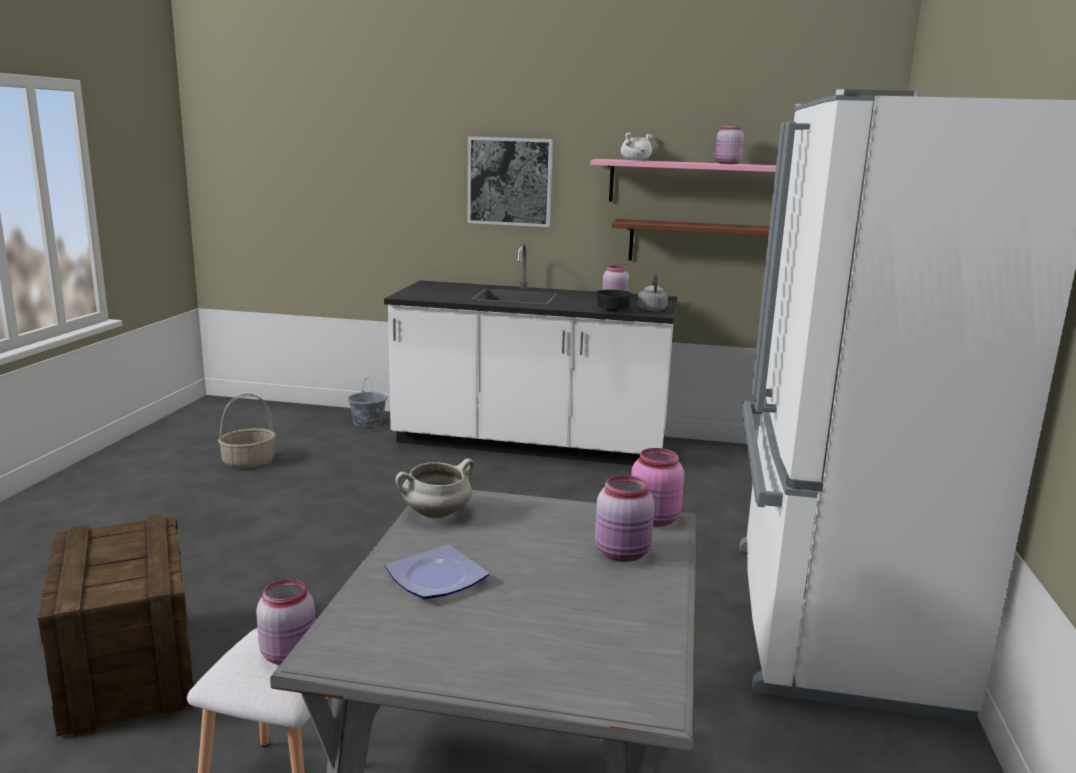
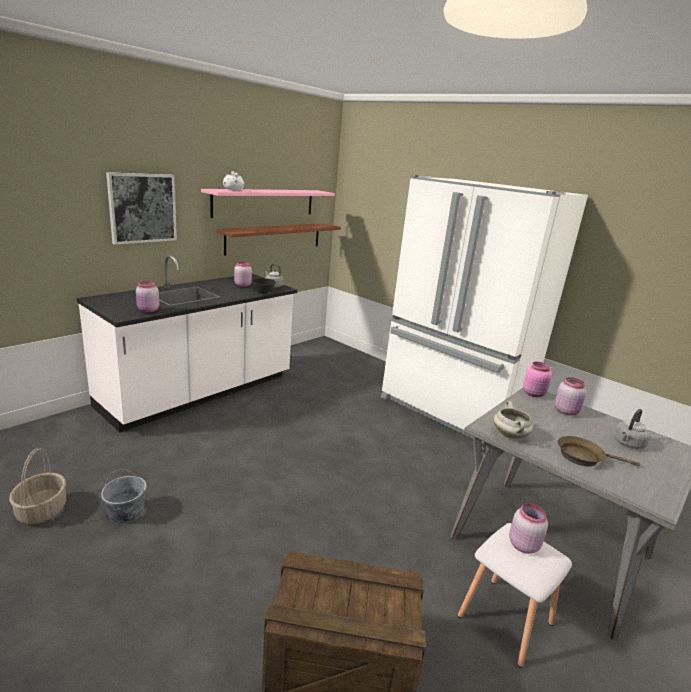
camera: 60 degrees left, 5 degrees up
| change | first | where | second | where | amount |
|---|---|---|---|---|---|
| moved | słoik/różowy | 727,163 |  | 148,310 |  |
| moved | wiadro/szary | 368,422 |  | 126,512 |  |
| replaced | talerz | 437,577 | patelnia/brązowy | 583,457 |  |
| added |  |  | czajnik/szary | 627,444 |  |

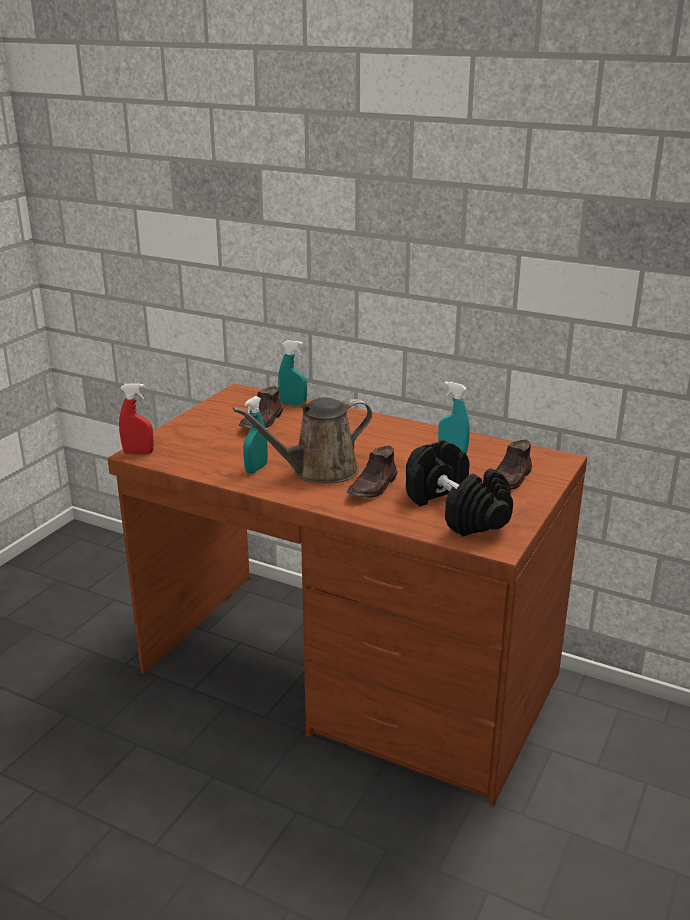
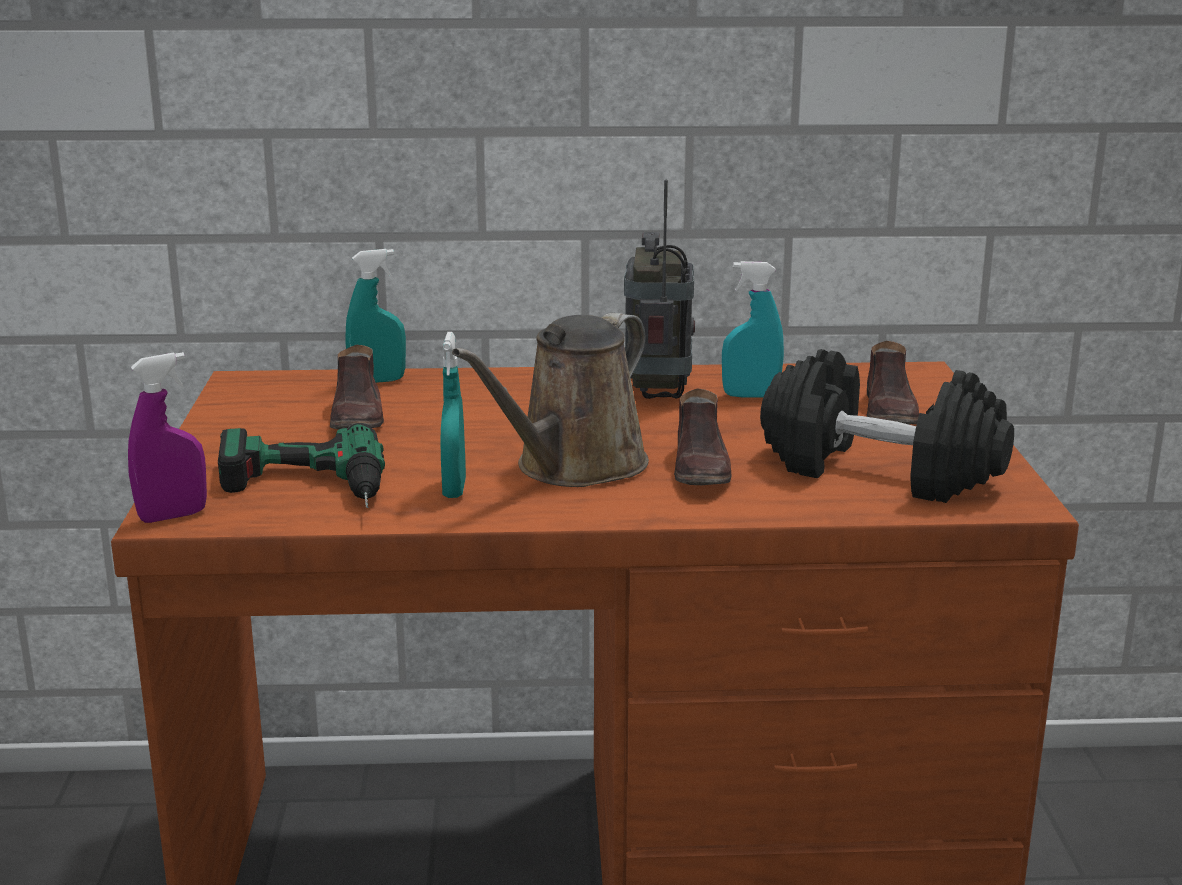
camera: 30 degrees left, 5 degrees down
| change | first | where | second | where | amount |
|---|---|---|---|---|---|
| recoloured | spryskiwacz/czerwony | 138,453 | spryskiwacz/fioletowy | 173,516 |  |
| added |  |  | radio | 658,392 |  |
| added |  |  | wiertarka | 304,491 |  |

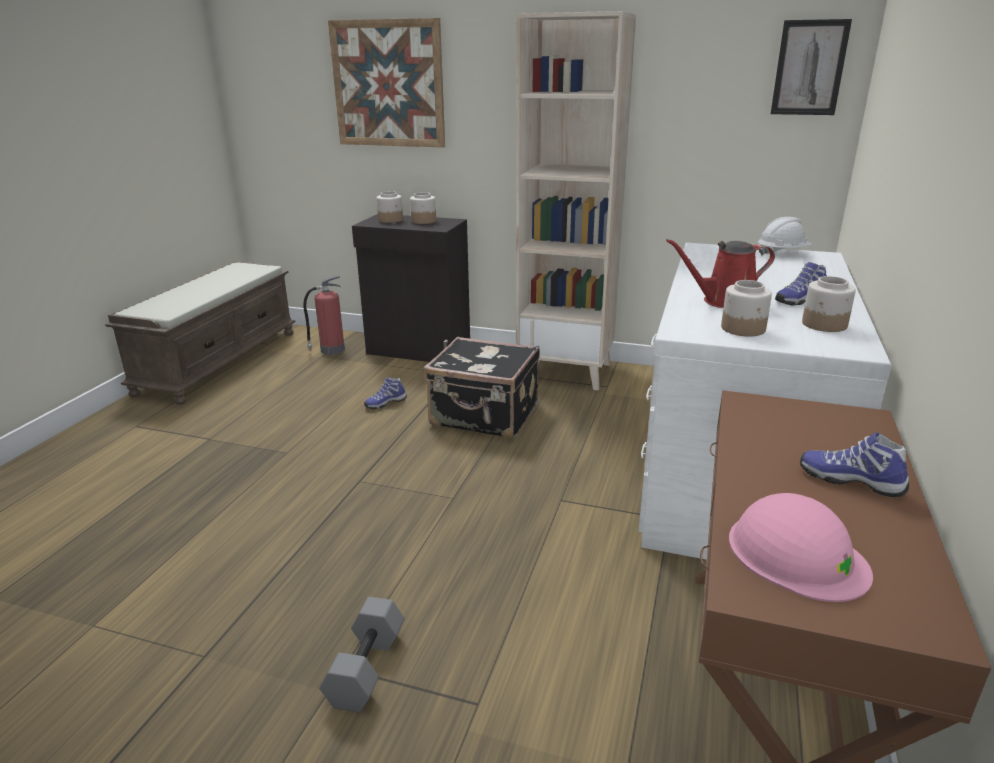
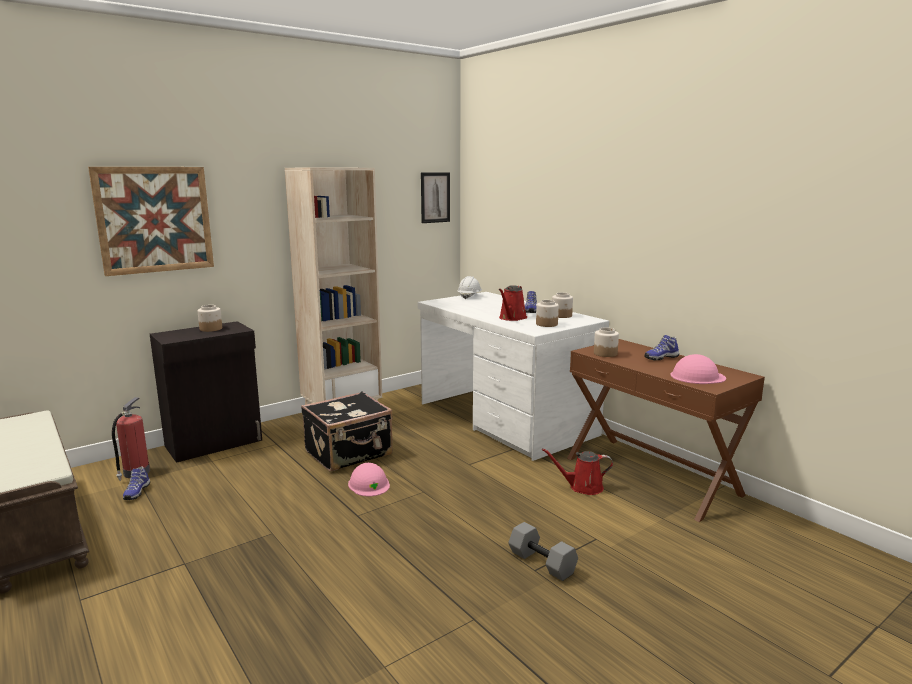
camera: 55 degrees left, 10 degrees down
| change | first | where | second | where | amount |
|---|---|---|---|---|---|
| moved | słoik | 391,220 |  | 605,353 |  |
| moved | but | 385,403 |  | 136,492 |  |
| added |  |  | konewka/czerwony | 582,487 |  |
| added |  |  | kask/różowy | 369,484 |  |

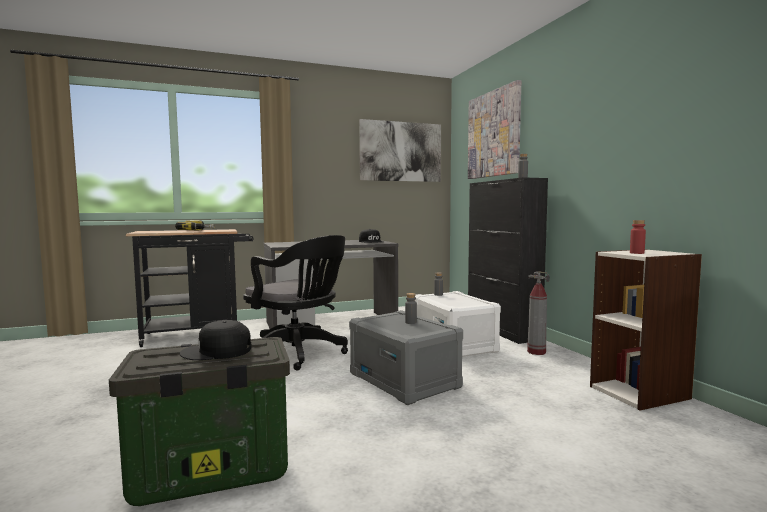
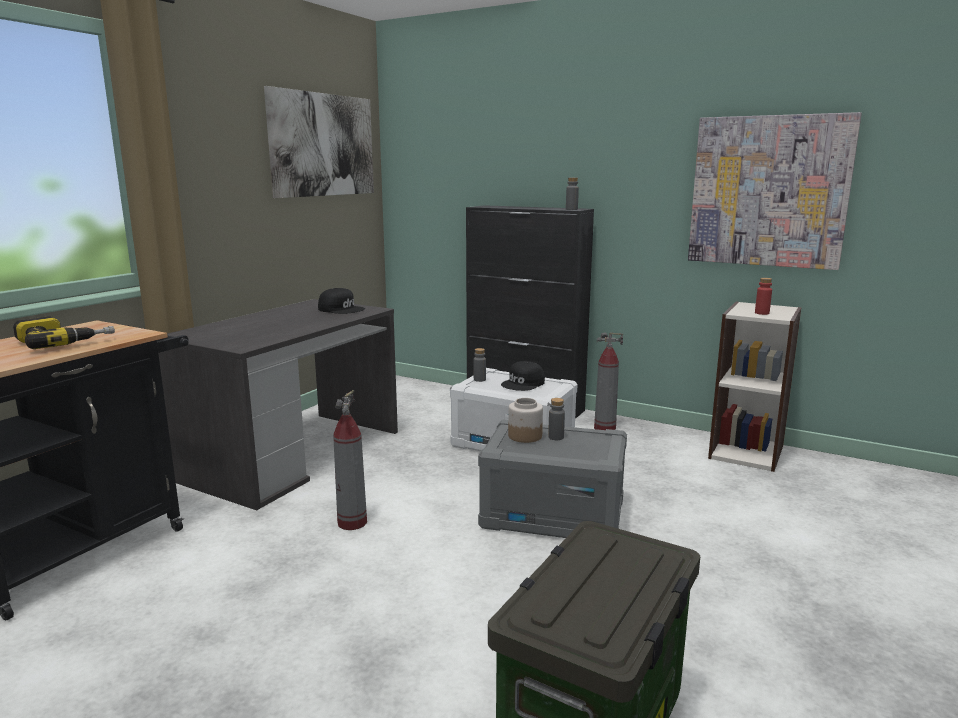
camera: 40 degrees left, 10 degrees up
| change | first | where | second | where | amount |
|---|---|---|---|---|---|
| moved | obraz | 494,134 |  | 768,192 |  |
| replaced | krzesło biurowe/czarny | 299,354 | gaśnica | 352,523 |  |
| moved | czapka z daszkiem/czarny | 217,351 |  | 523,383 |  |
| added |  |  | słoik | 524,436 |  |

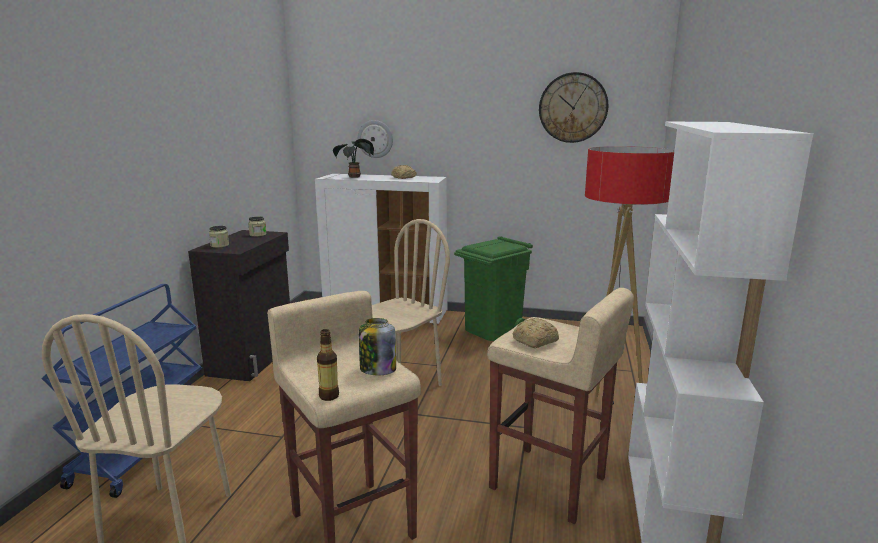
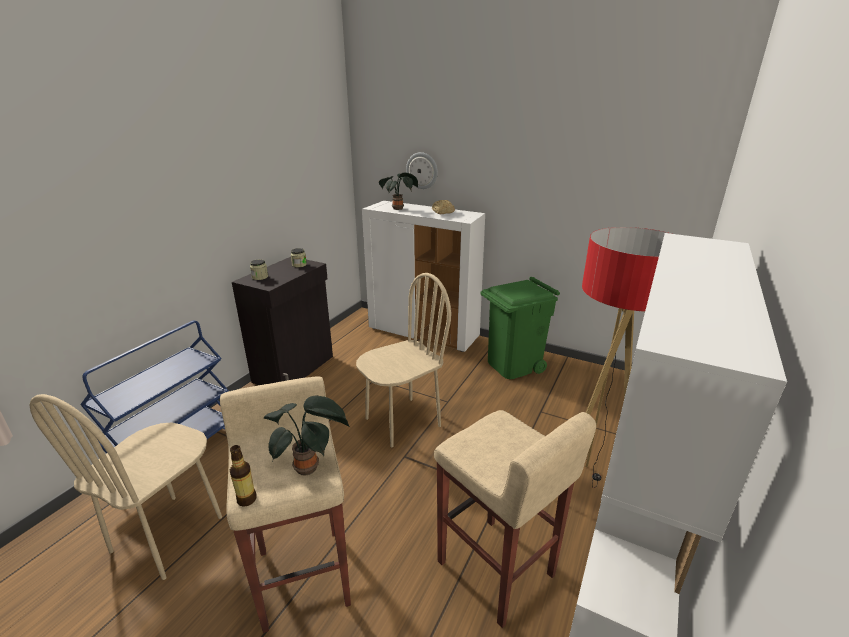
camera: 15 degrees right, 10 degrees up
| change | first | where | second | where | amount |
|---|---|---|---|---|---|
| removed | zegar ścienny | 573,108 |  |  |  |
| replaced | słoik | 377,369 | roślina doniczkowa | 309,467 |  |
| removed | chleb | 534,341 |  |  |  |

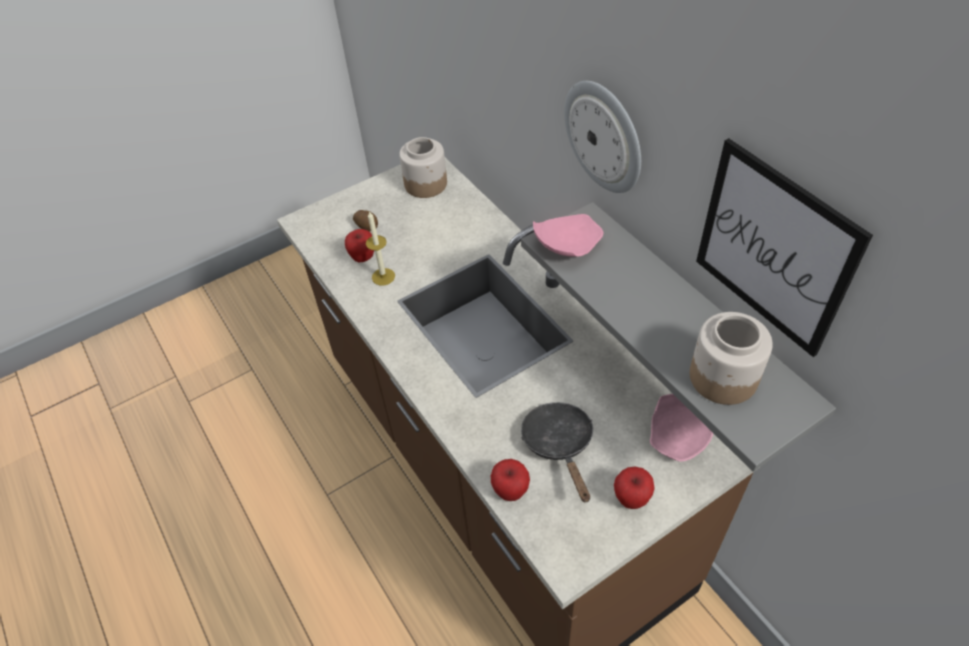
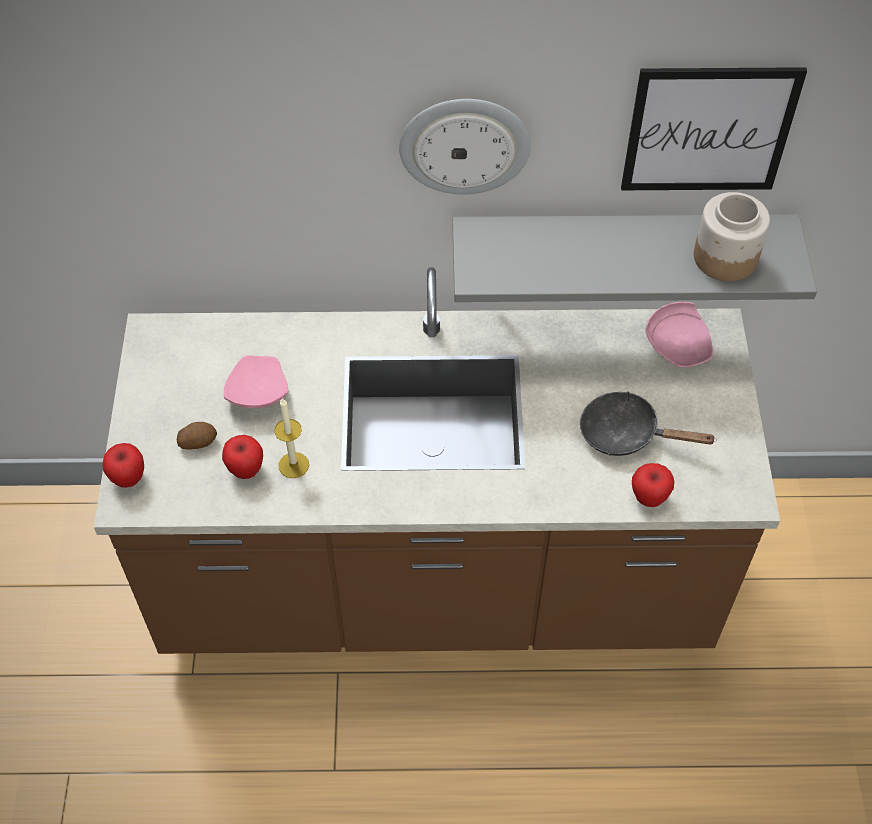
camera: 60 degrees left, 5 degrees up
| change | first | where | second | where | amount |
|---|---|---|---|---|---|
| removed | słoik | 426,183 |  |  |  |
| moved | talerz/różowy | 566,245 |  | 256,393 |  |
| moved | jabłko | 631,499 |  | 128,478 |  |

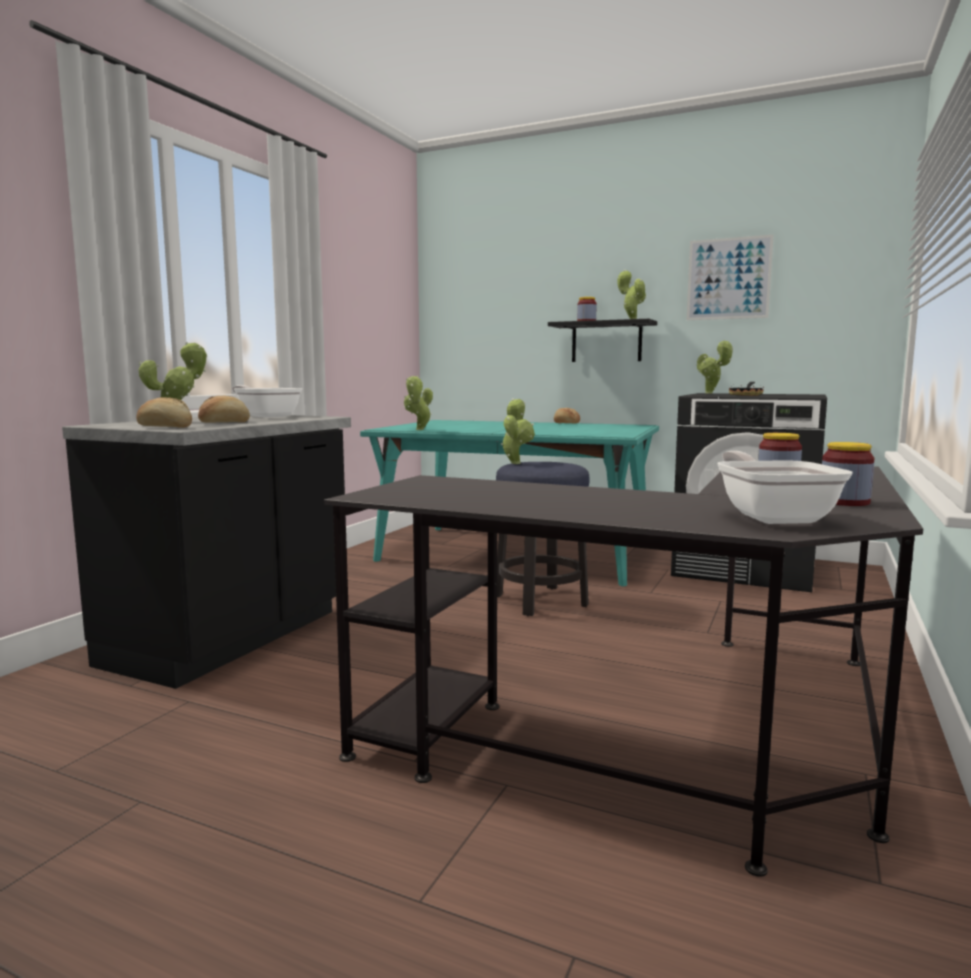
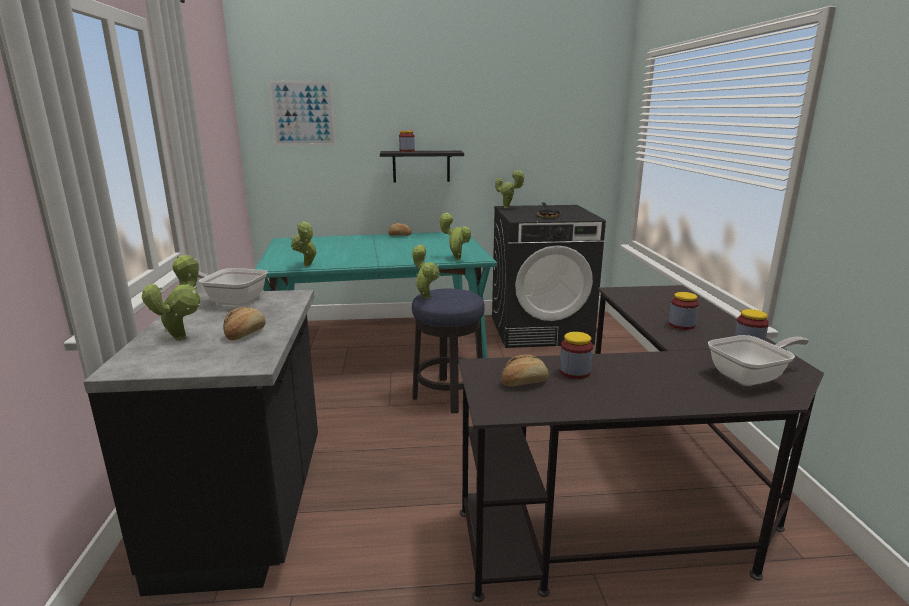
camera: 30 degrees left, 10 degrees up
| change | first | where | second | where | amount |
|---|---|---|---|---|---|
| moved | obraz | 728,278 |  | 303,113 |  |
| moved | roślina doniczkowa | 631,320 |  | 456,258 |  |
| moved | chleb | 165,427 |  | 524,382 |  |
| turned | patelnia | 772,516 |  | 751,377 | 105 degrees clockwise |
| added |  |  | słoik | 574,372 |  |

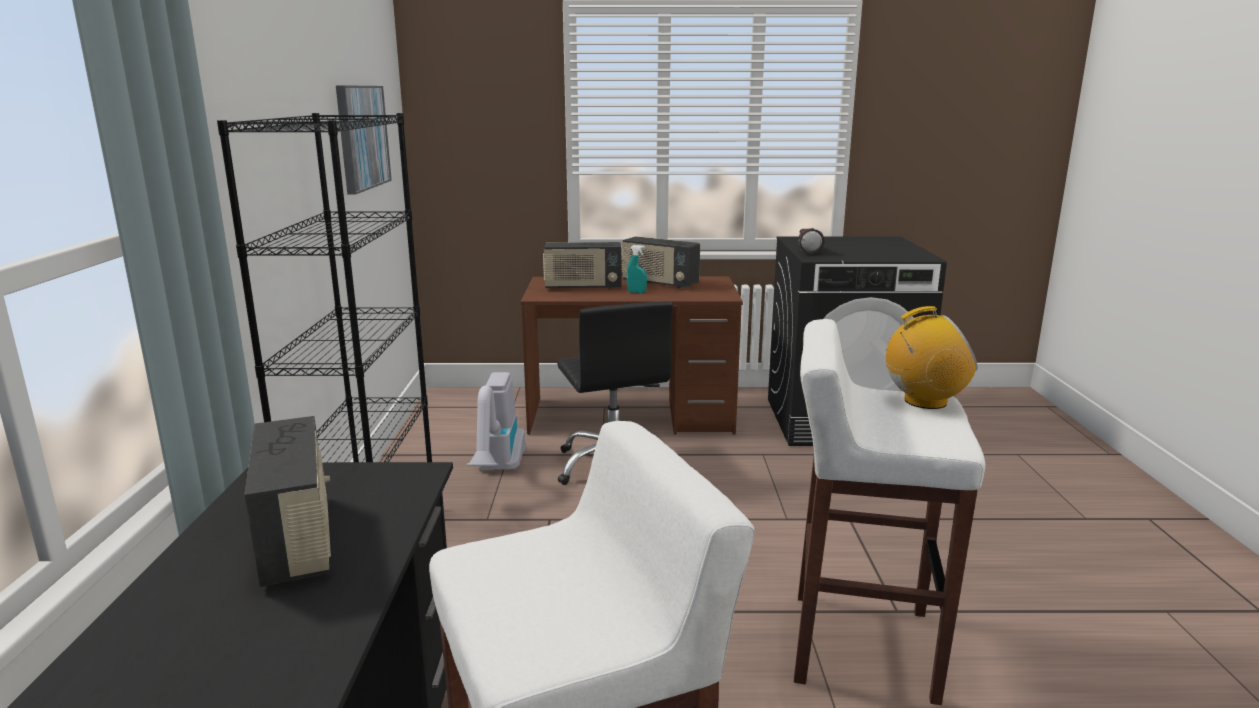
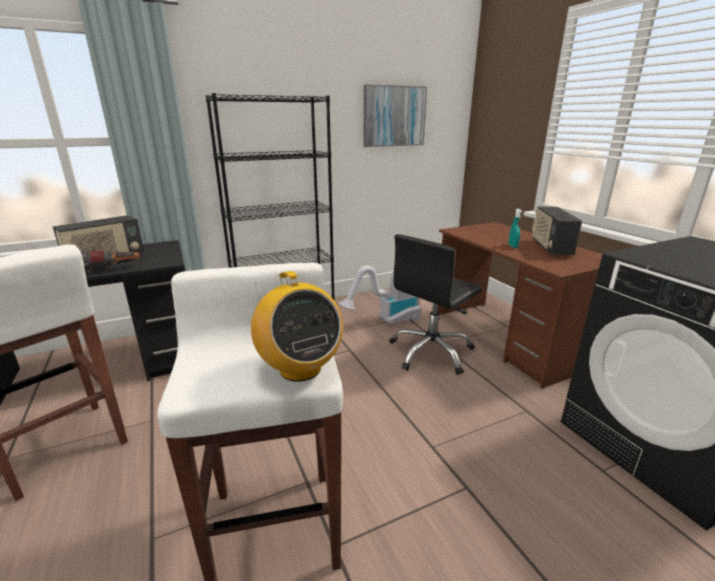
camera: 65 degrees right, 5 degrees up
| change | first | where | second | where | amount |
|---|---|---|---|---|---|
| moved | latarka | 806,249 |  | 114,269 |  |
| removed | radio | 583,287 |  |  |  |

